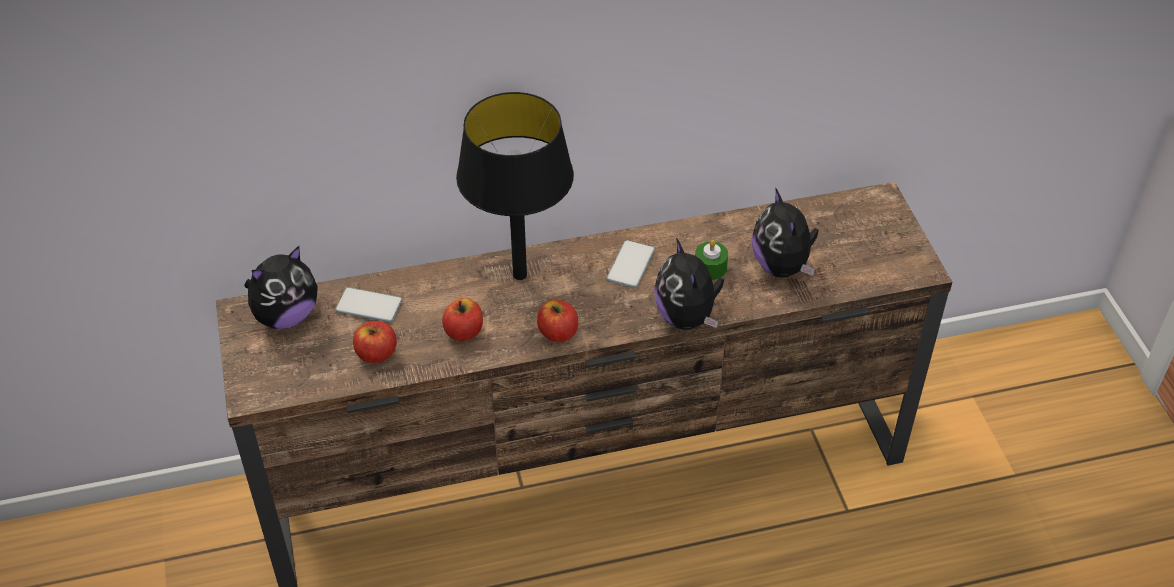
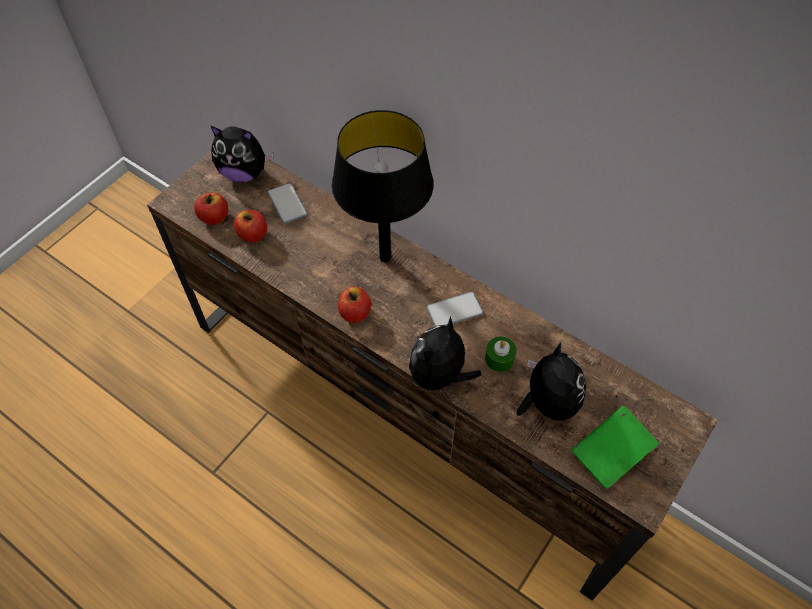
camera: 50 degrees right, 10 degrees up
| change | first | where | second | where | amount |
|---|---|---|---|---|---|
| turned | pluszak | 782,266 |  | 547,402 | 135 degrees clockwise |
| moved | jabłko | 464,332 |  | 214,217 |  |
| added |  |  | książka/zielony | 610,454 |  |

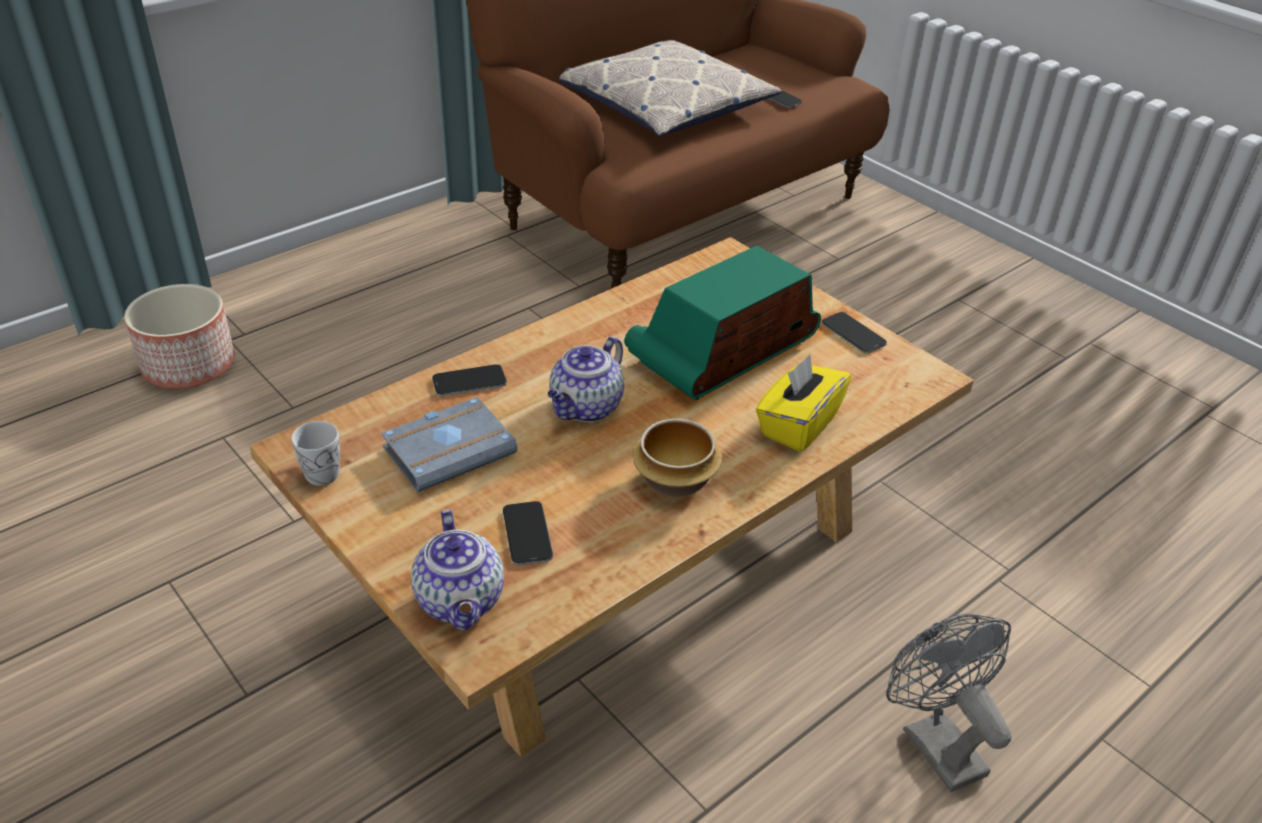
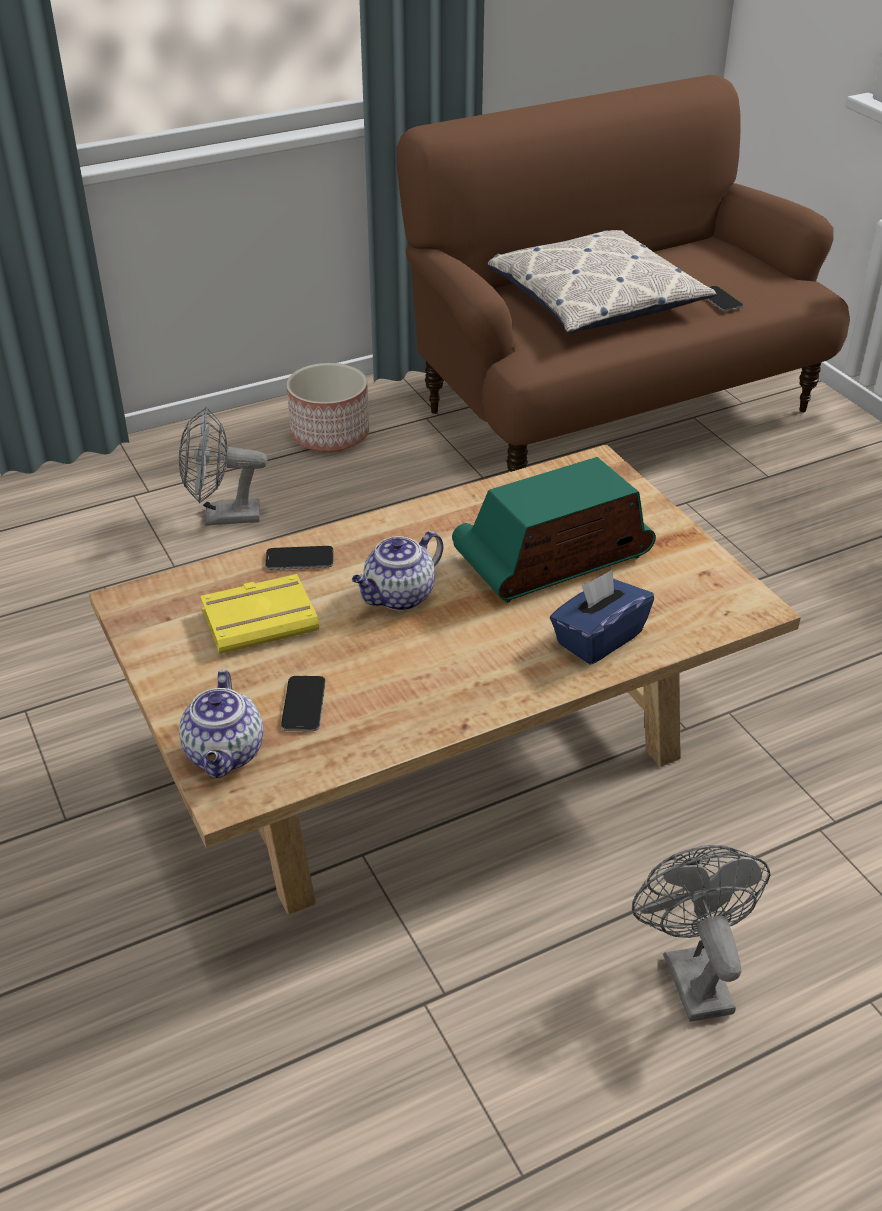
camera: 15 degrees right, 0 degrees up
| change | first | where | second | where | amount |
|---|---|---|---|---|---|
| moved | donica | 189,365 |  | 330,435 |  |
| removed | telefon | 853,334 |  |  |  |
| recoloured | pudełko chusteczek/żółty | 797,425 | pudełko chusteczek/niebieski | 598,638 |  |
| recoloured | książka/szary | 450,449 | książka/żółty | 261,619 |  |
| removed | miska | 676,481 |  |  |  |
| removed | kubek/biały | 319,470 |  |  |  |
| added |  |  | wentylator/szary | 222,517 |  |

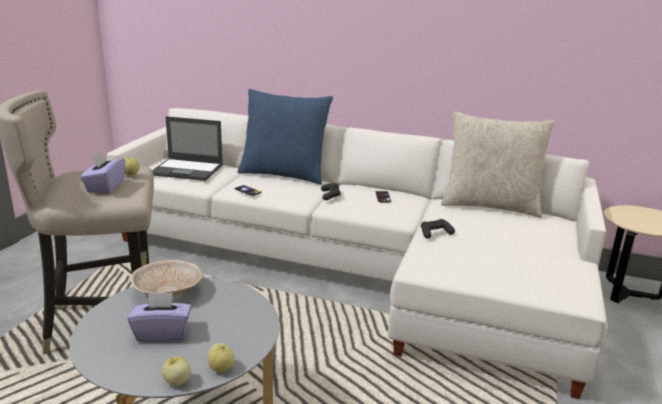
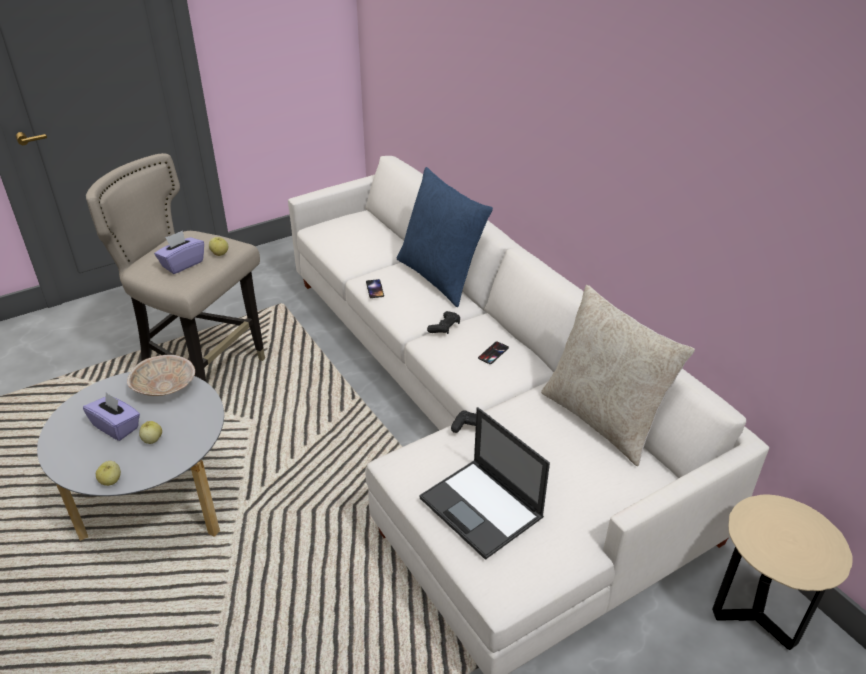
camera: 40 degrees right, 15 degrees up
| change | first | where | second | where | amount |
|---|---|---|---|---|---|
| moved | laptop | 188,170 |  | 482,508 |  |
| moved | jabłko | 177,382 |  | 152,440 |  |

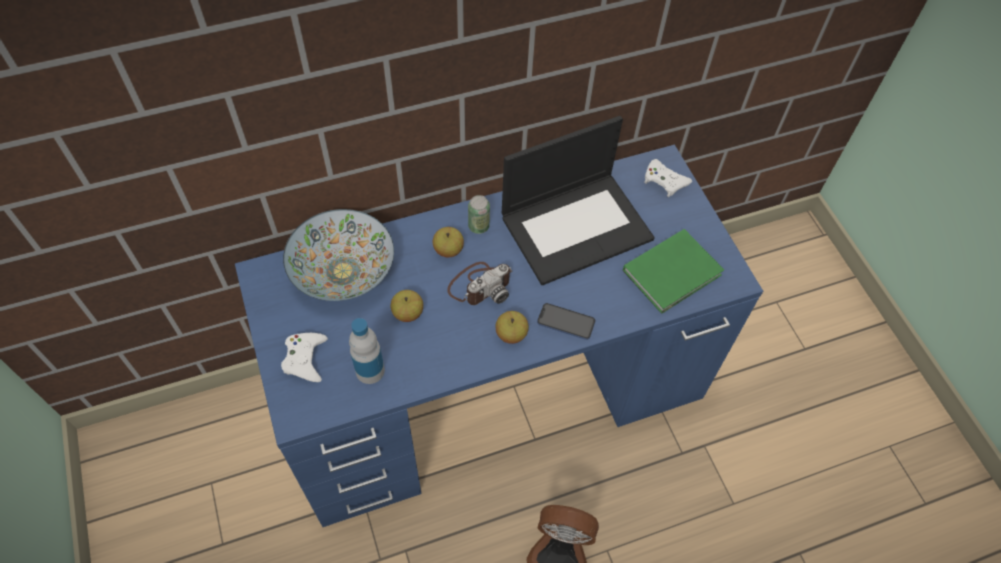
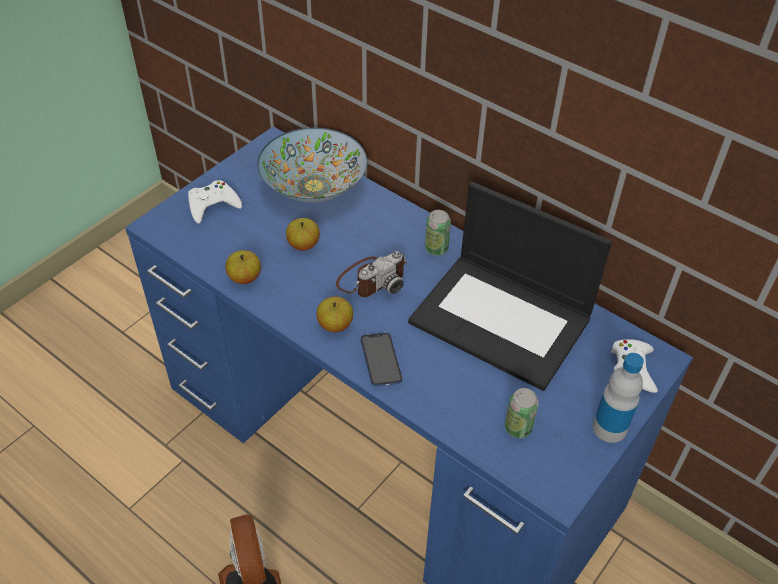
camera: 60 degrees right, 10 degrees down
| change | first | where | second | where | amount |
|---|---|---|---|---|---|
| moved | jabłko | 448,250 |  | 245,278 |  |
| replaced | książka/zielony | 674,272 | puszka | 518,428 |  |
| turned | aparat fotograficzny | 480,285 |  | 371,279 | 60 degrees counterclockwise |
| moved | butelka | 370,370 |  | 609,428 |  |

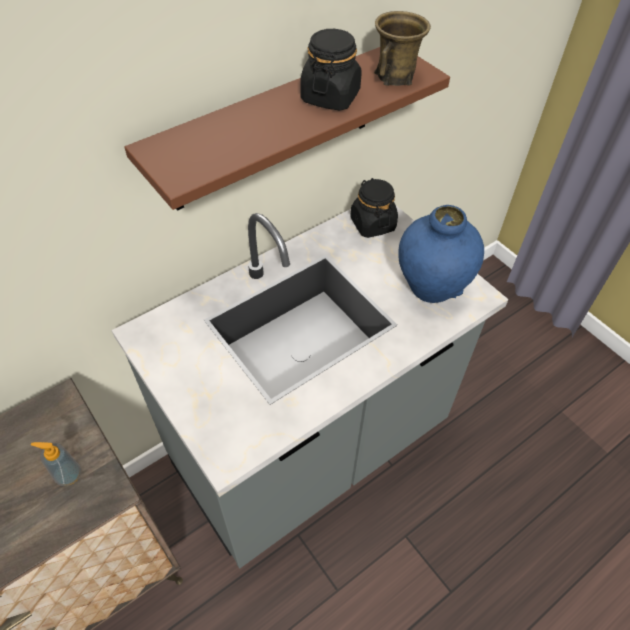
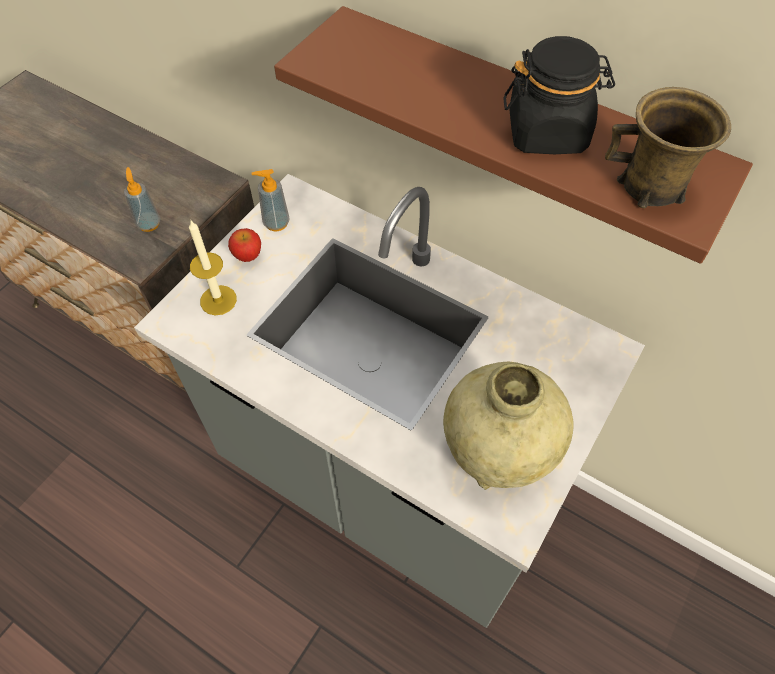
camera: 70 degrees right, 5 degrees up
| change | first | where | second | where | amount |
|---|---|---|---|---|---|
| removed | słoik/czarny | 372,224 |  |  |  |
| recoloured | wazon/niebieski | 431,287 | wazon/beżowy | 496,455 |  |
| added |  |  | dozownik mydła | 276,223 |  |
| added |  |  | świeca | 218,300 |  |
| added |  |  | jabłko | 248,255 |  |

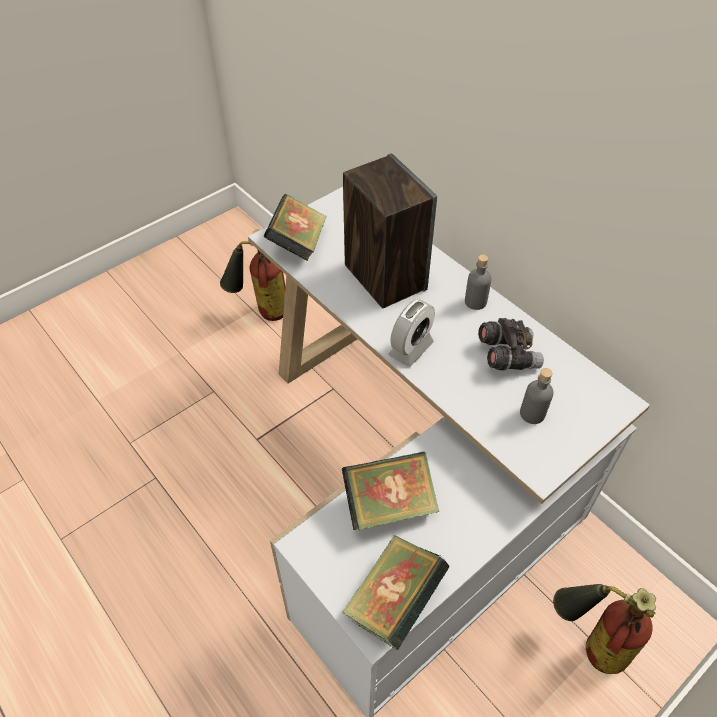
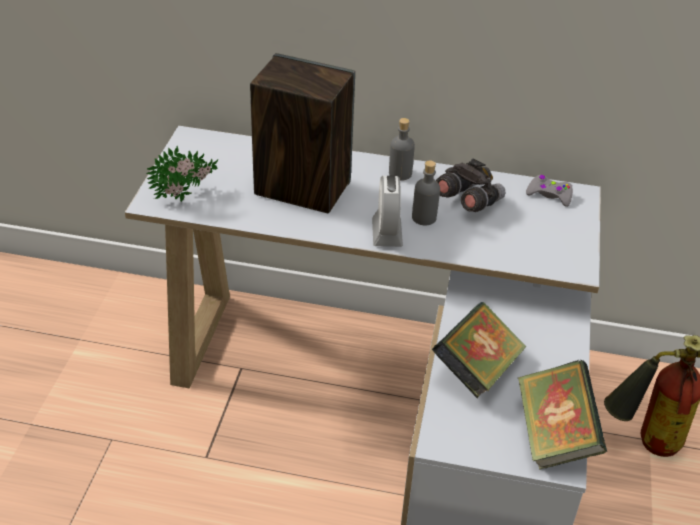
camera: 40 degrees left, 10 degrees down
| change | first | where | second | where | amount |
|---|---|---|---|---|---|
| replaced | książka | 298,244 | roślina doniczkowa | 186,197 |  |
| removed | gaśnica | 261,311 |  |  |  |
| moved | butelka/szary | 532,413 |  | 424,217 |  |
| added |  |  | pad do gier/szary | 549,195 |  |

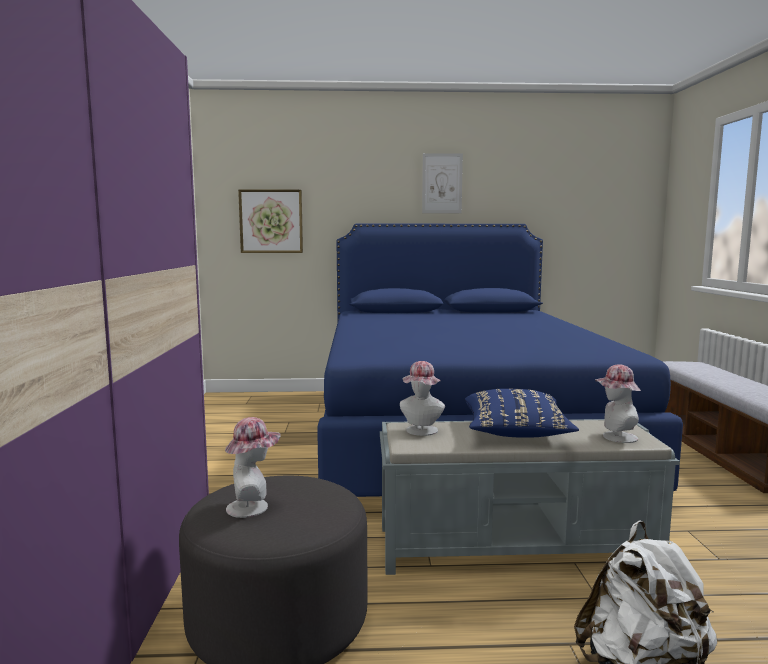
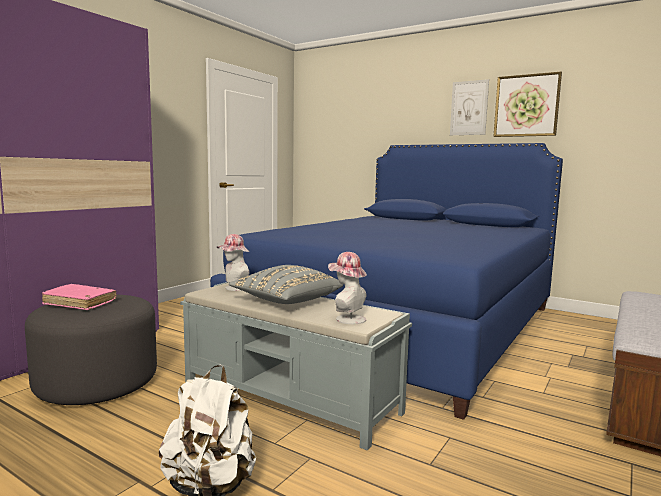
camera: 35 degrees right, 0 degrees up
| change | first | where | second | where | amount |
|---|---|---|---|---|---|
| moved | obraz | 271,221 |  | 526,105 |  |
| recoloured | poduszka/niebieski | 515,433 | poduszka/szary | 286,301 |  |
| replaced | kapelusz | 253,507 | książka/różowy | 80,303 |  |

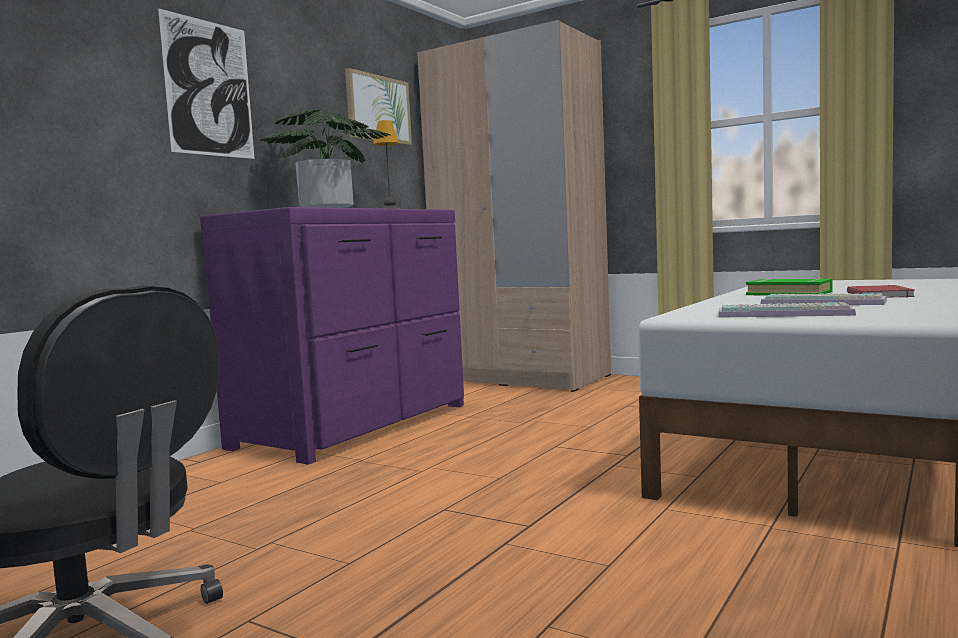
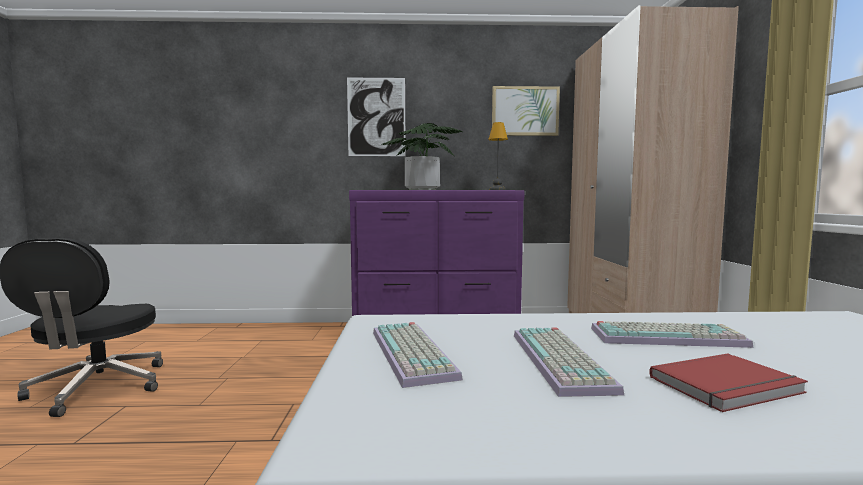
camera: 55 degrees right, 0 degrees up
| change | first | where | second | where | amount |
|---|---|---|---|---|---|
| replaced | książka/zielony | 789,293 | klawiatura | 667,336 |  |

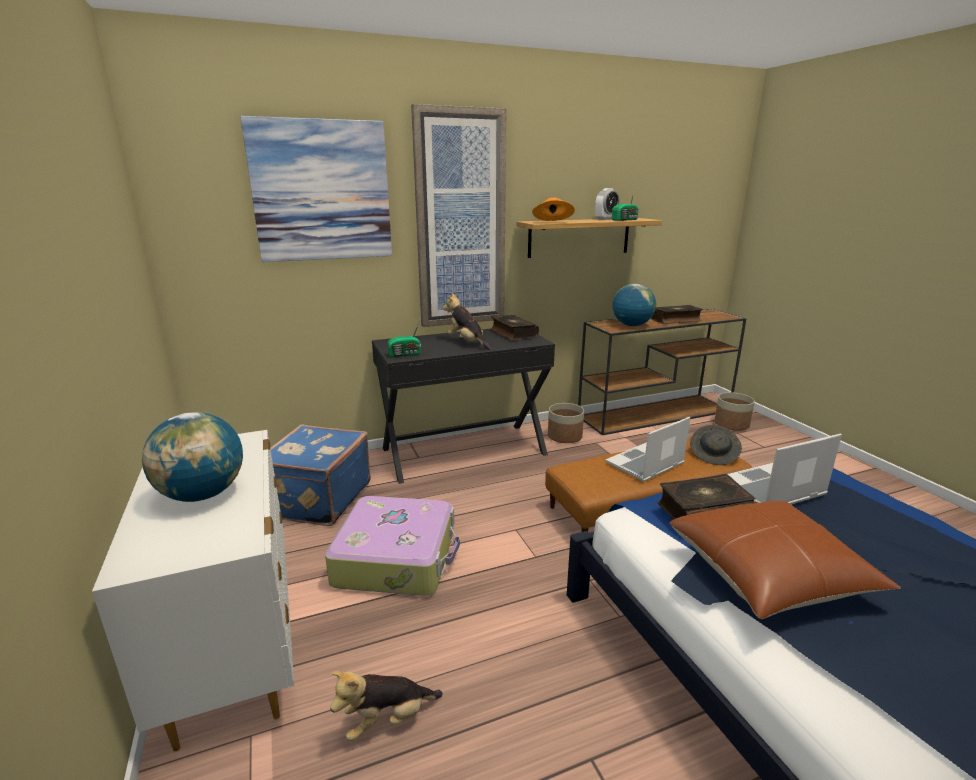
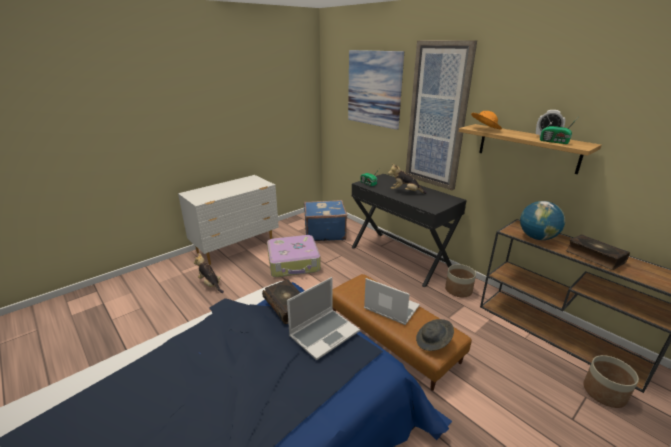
camera: 70 degrees right, 5 degrees up
| change | first | where | second | where | amount |
|---|---|---|---|---|---|
| turned | pluszak | 467,343 |  | 405,192 | 105 degrees counterclockwise |
| removed | książka | 512,334 |  |  |  |
| removed | globus | 202,494 |  |  |  |
| turned | laptop | 770,490 |  | 324,333 | 90 degrees clockwise |
| removed | poduszka/brązowy | 769,573 |  |  |  |

